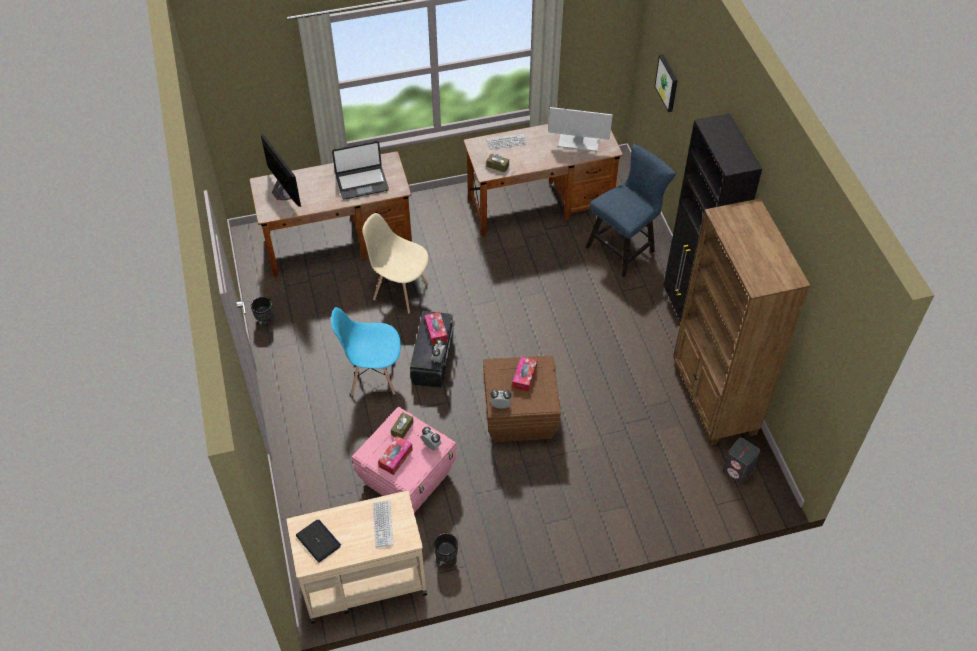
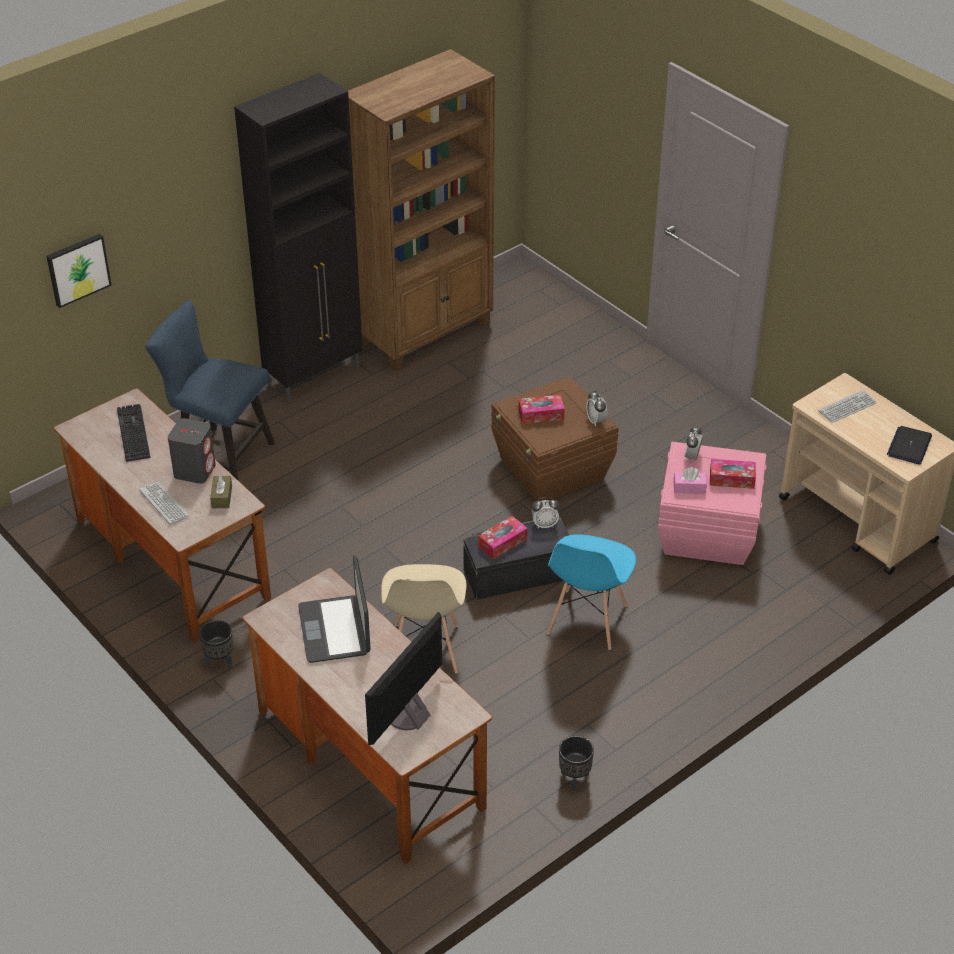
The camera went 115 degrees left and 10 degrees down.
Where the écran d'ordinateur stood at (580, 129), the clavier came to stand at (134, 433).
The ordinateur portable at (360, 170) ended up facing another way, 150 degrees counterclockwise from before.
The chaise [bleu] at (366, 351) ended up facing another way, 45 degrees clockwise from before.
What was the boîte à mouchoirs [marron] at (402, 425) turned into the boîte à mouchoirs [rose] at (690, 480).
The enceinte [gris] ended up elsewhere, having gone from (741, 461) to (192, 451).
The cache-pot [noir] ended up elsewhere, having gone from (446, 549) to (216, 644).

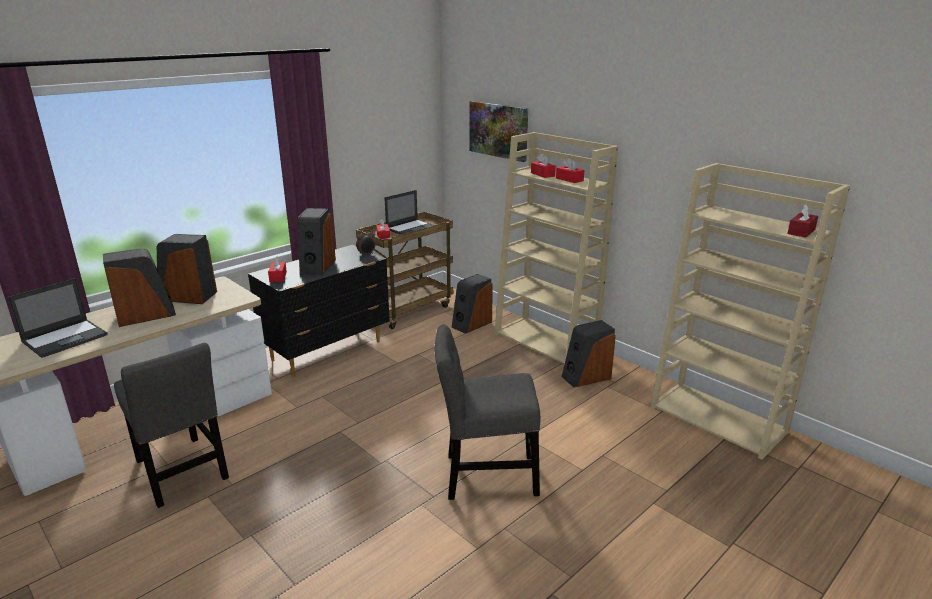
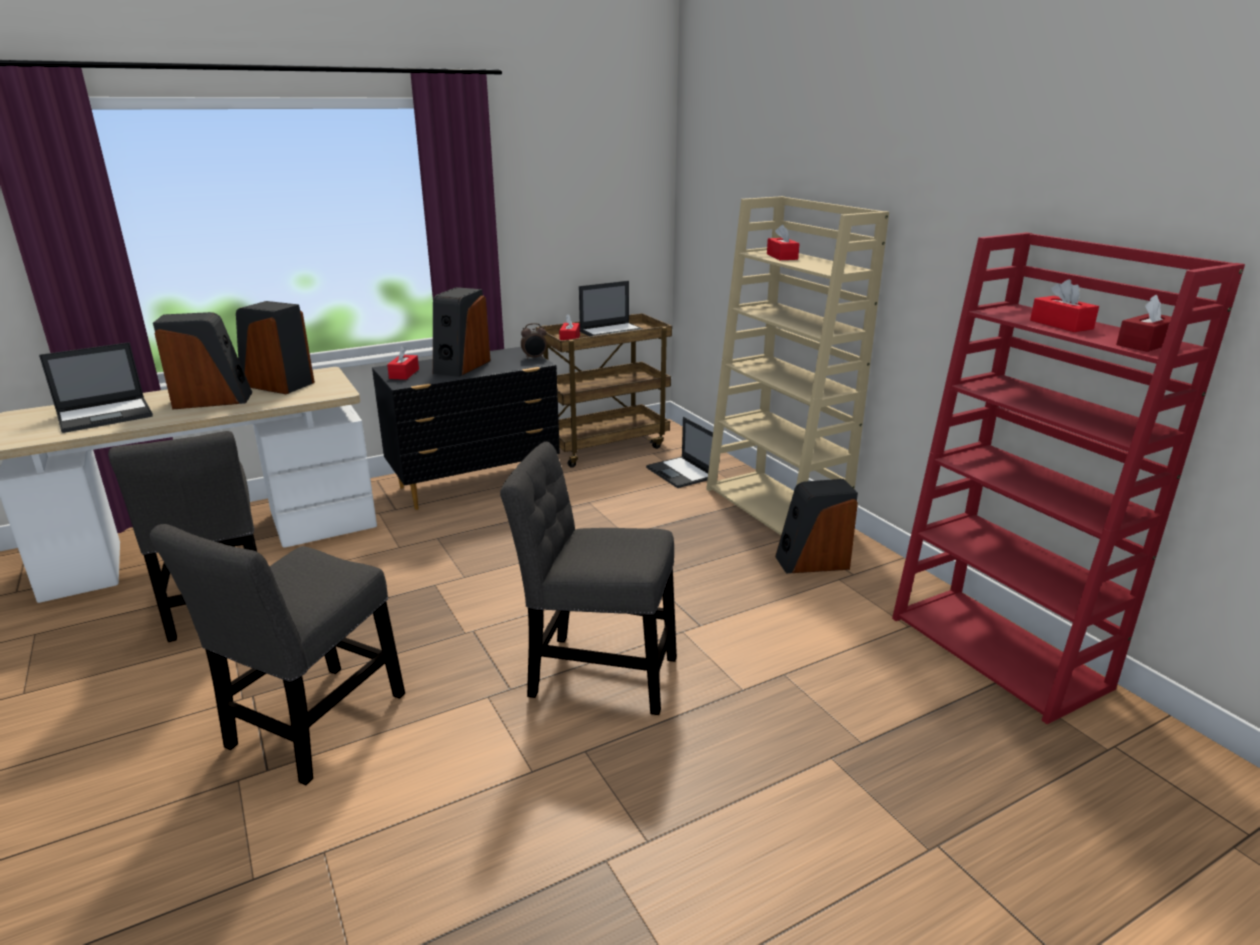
The camera went 15 degrees right and 0 degrees up.
The second view lost the tableau at (498, 131).
The boîte à mouchoirs [rouge] ended up elsewhere, having gone from (570, 170) to (1064, 305).
What was the bibliothèque [beige] at (750, 311) turned into the bibliothèque [rouge] at (1068, 478).
Where the enceinte stood at (472, 304), the ordinateur portable came to stand at (679, 452).
The second view gained the chaise [gris] at (277, 654).

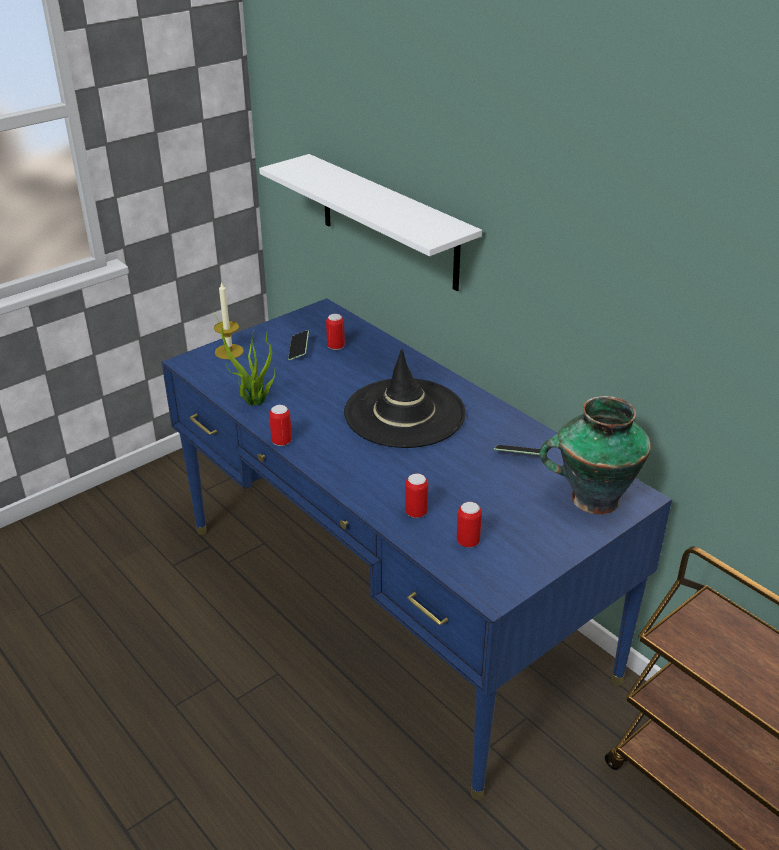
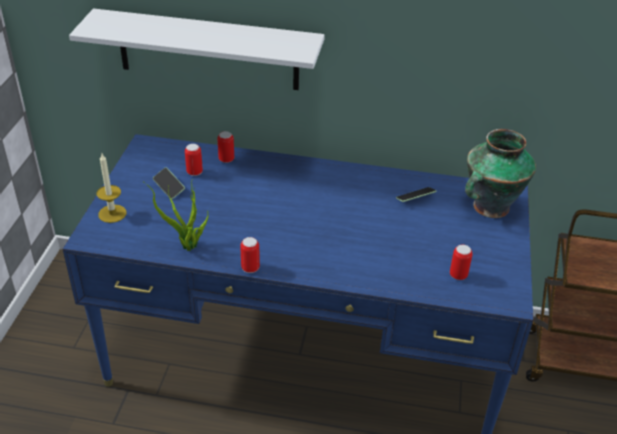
The camera went 40 degrees left and 5 degrees up.
The second view lost the chapeau [noir] at (405, 398).
The boîte métallique ended up elsewhere, having gone from (416, 495) to (225, 147).

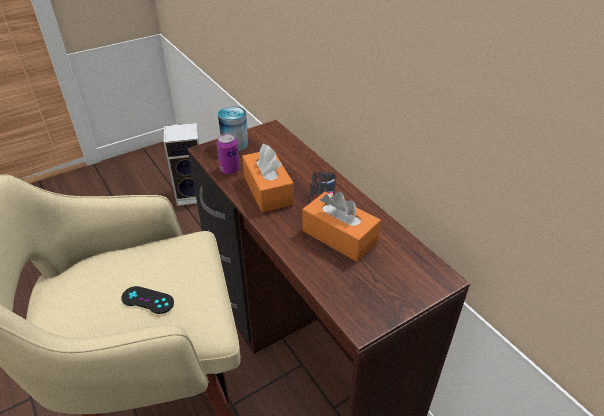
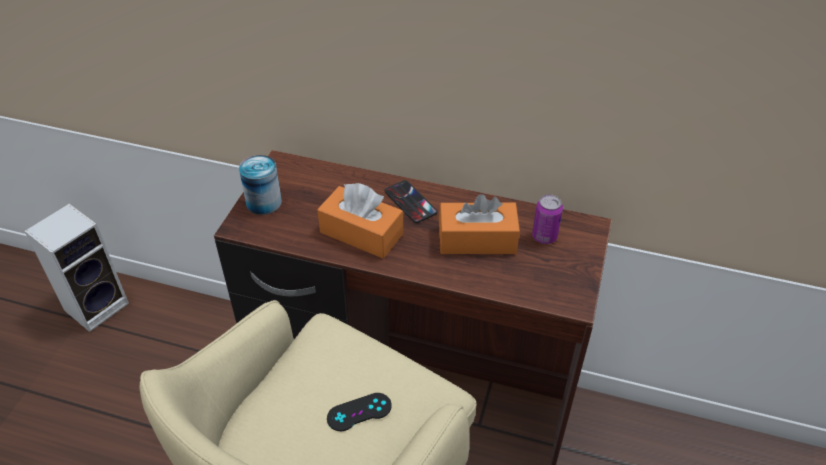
The camera went 40 degrees left and 5 degrees up.
The boîte métallique ended up elsewhere, having gone from (228, 154) to (547, 219).

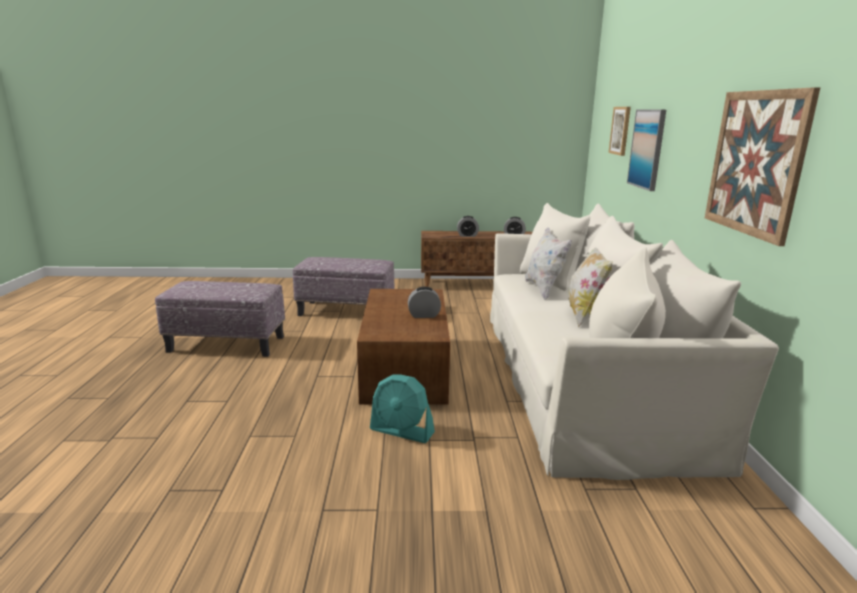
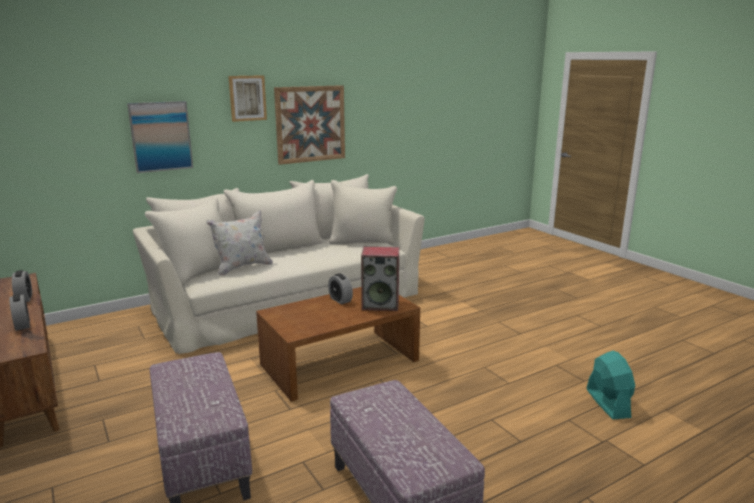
The camera went 120 degrees left and 0 degrees up.
The tableau ended up elsewhere, having gone from (619, 131) to (247, 98).
The second view lost the coussin at (591, 287).
The ventilateur [turquoise] ended up elsewhere, having gone from (402, 409) to (611, 385).
The second view gained the enceinte at (380, 279).

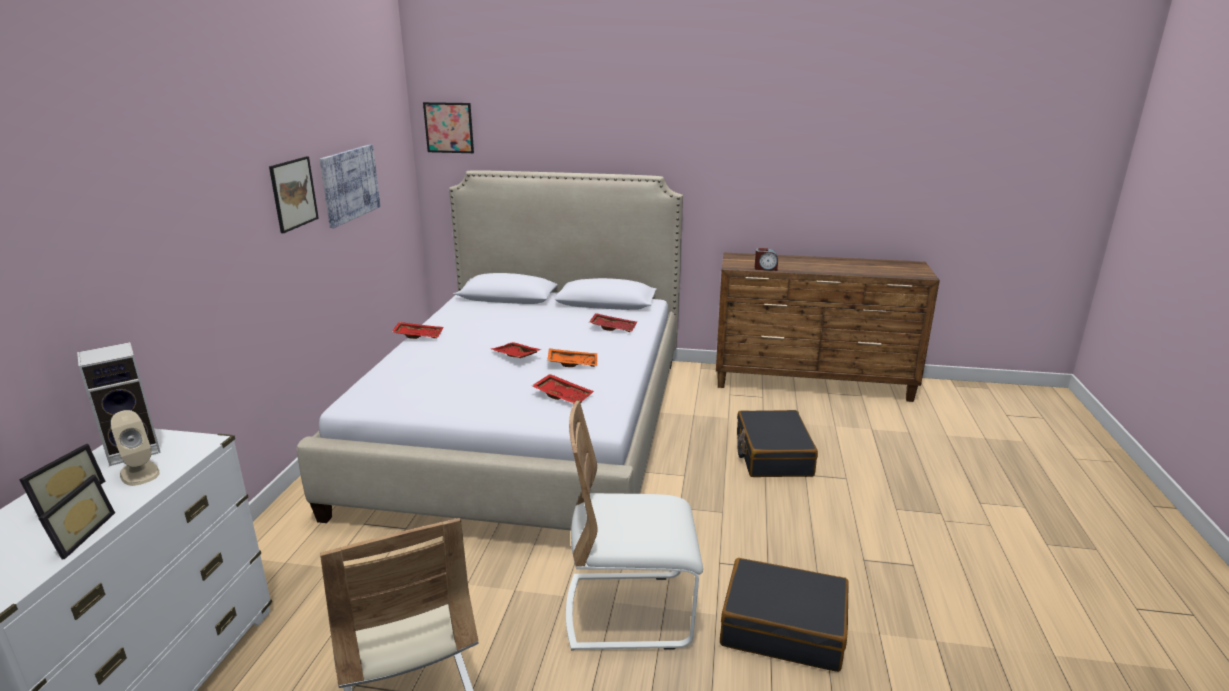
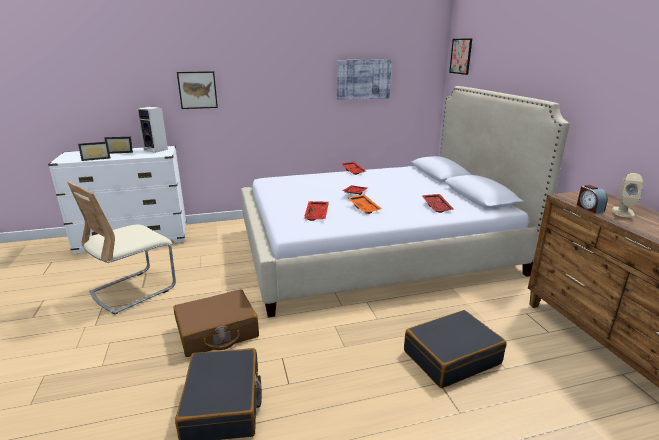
The camera went 65 degrees right and 0 degrees up.
The tableau ended up elsewhere, having gone from (294, 194) to (197, 90).
Where the chaise [blanc] stood at (634, 525), the valise [marron] came to stand at (216, 323).
The enceinte [beige] ended up elsewhere, having gone from (135, 448) to (627, 195).

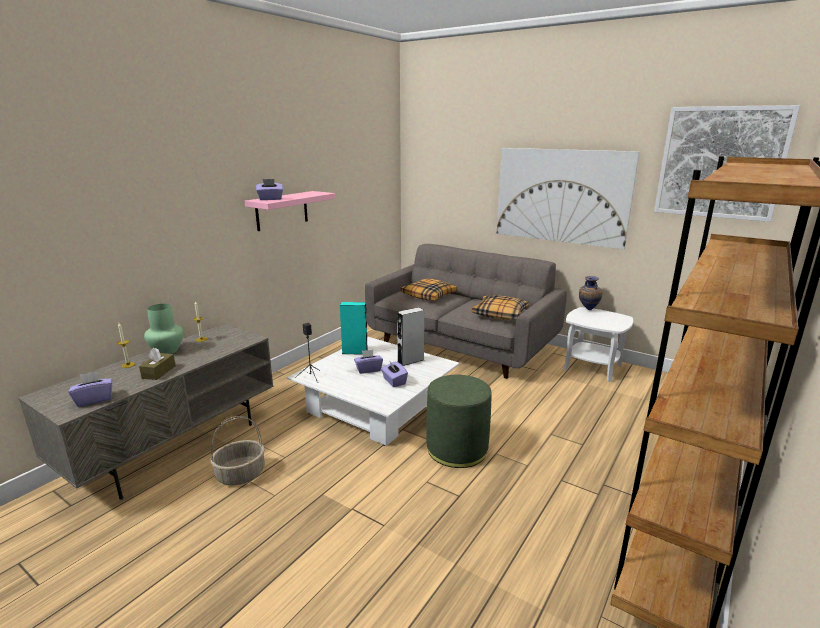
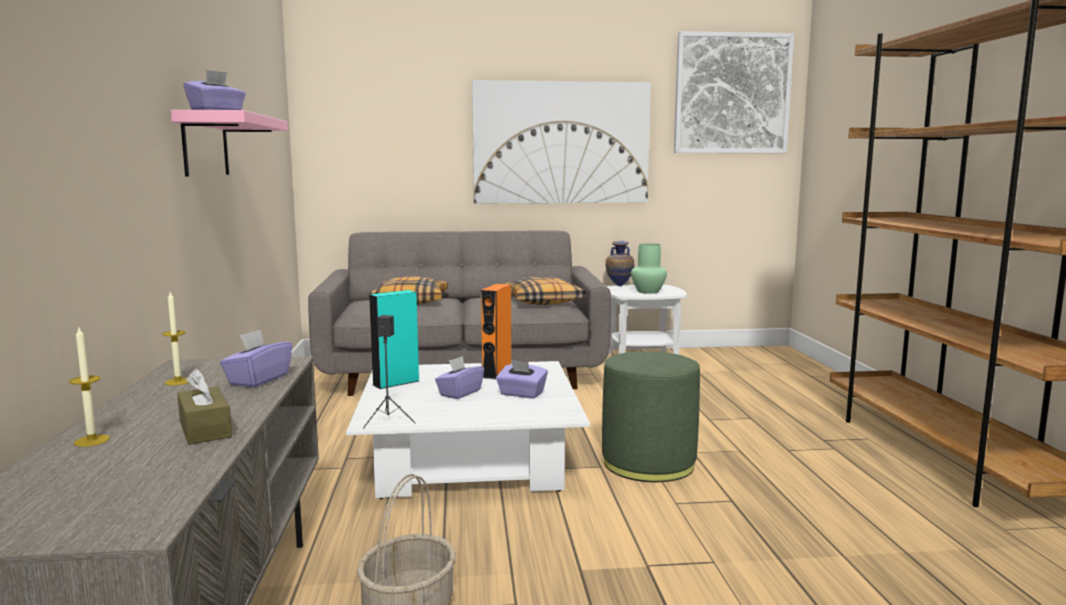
The camera went 40 degrees left and 10 degrees down.
The vase [vert] ended up elsewhere, having gone from (163, 329) to (649, 268).
What was the enceinte [gris] at (410, 336) turned into the enceinte [orange] at (496, 331).
The boîte à mouchoirs [violet] ended up elsewhere, having gone from (90, 389) to (256, 358).

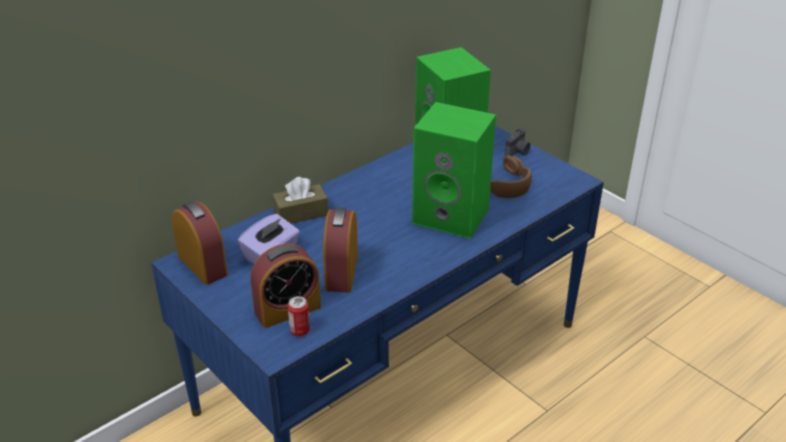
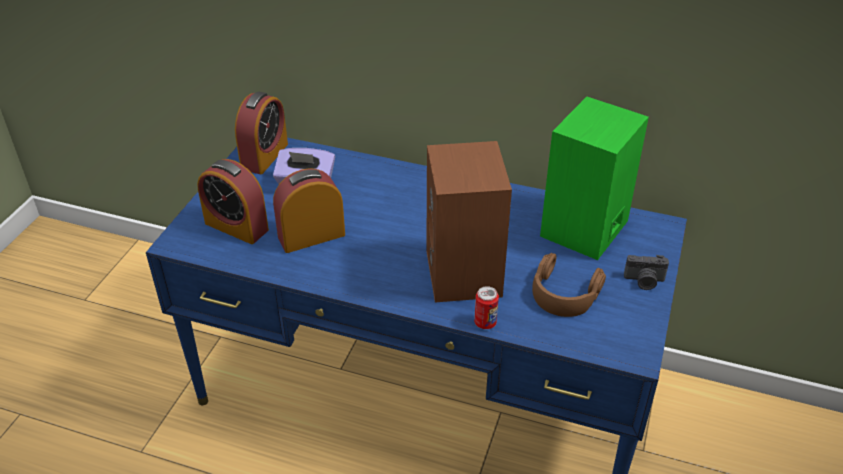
The camera went 60 degrees right and 5 degrees up.
What was the enceinte [vert] at (454, 170) turned into the enceinte [marron] at (469, 221).
The second view lost the boîte à mouchoirs [marron] at (300, 200).
The boîte métallique ended up elsewhere, having gone from (299, 316) to (486, 307).

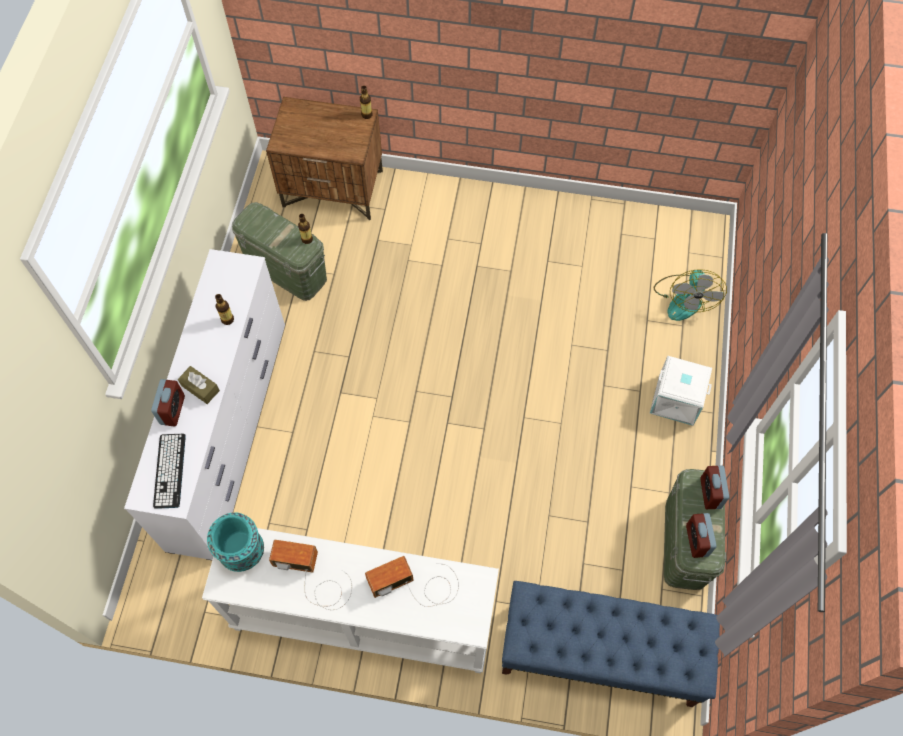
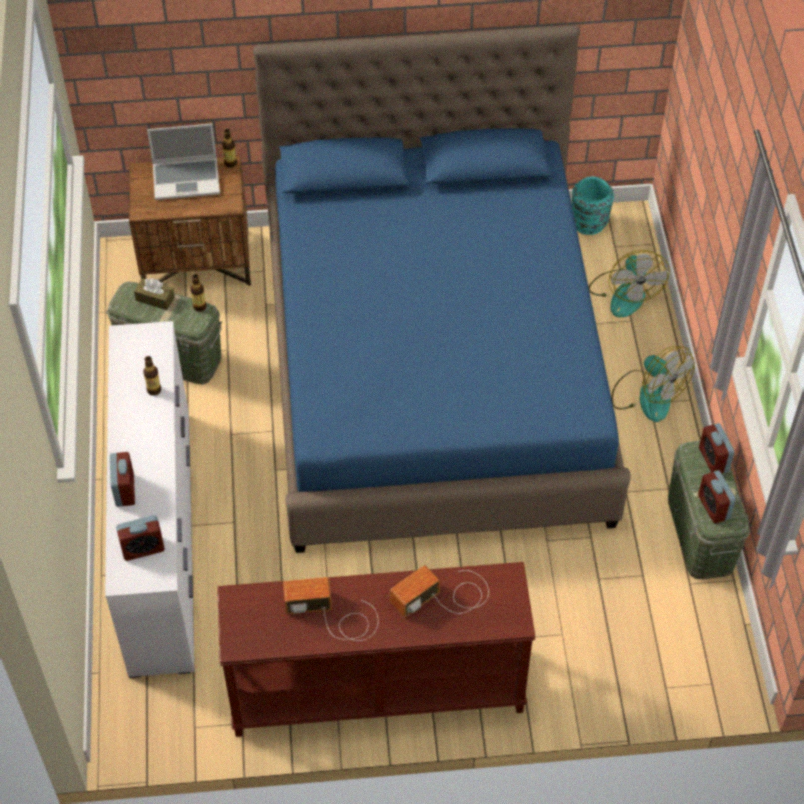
The camera went 15 degrees left and 10 degrees down.
Where the boîte de rangement [blanc] stood at (681, 391), the ventilateur came to stand at (653, 384).
The boîte à mouchoirs [marron] ended up elsewhere, having gone from (199, 385) to (154, 294).
Where the clavier stood at (169, 471), the réveil came to stand at (140, 538).
The vase [turquoise] ended up elsewhere, having gone from (235, 542) to (593, 206).
What was the table console [blanc] at (350, 600) turned into the table console [marron] at (376, 649).
The second view lost the banc [bleu] at (611, 644).
The second view gained the lit [bleu] at (442, 289).
The second view gained the ordinateur portable at (183, 161).

